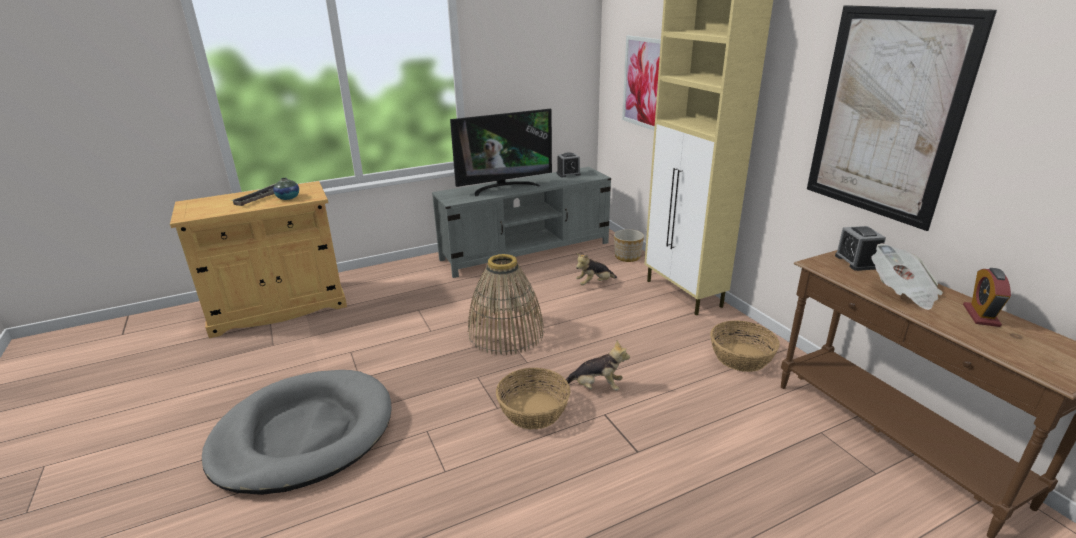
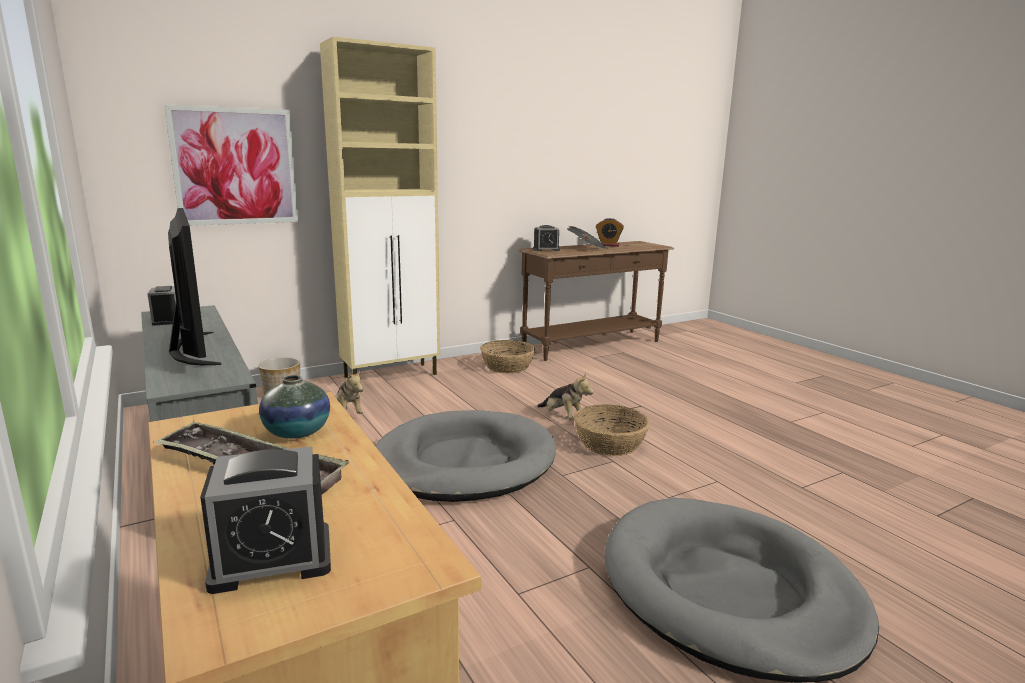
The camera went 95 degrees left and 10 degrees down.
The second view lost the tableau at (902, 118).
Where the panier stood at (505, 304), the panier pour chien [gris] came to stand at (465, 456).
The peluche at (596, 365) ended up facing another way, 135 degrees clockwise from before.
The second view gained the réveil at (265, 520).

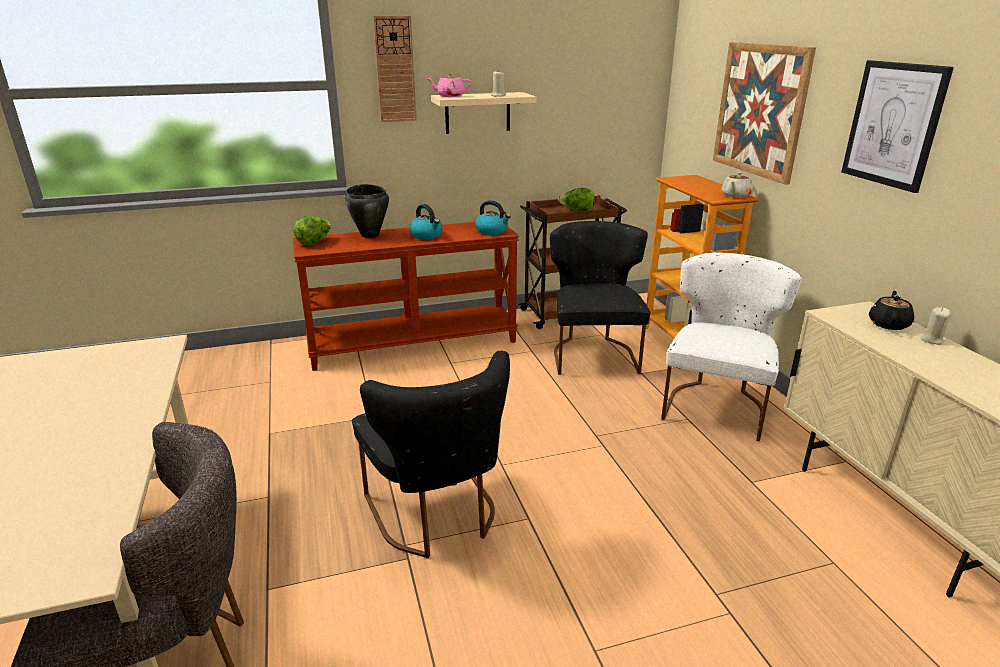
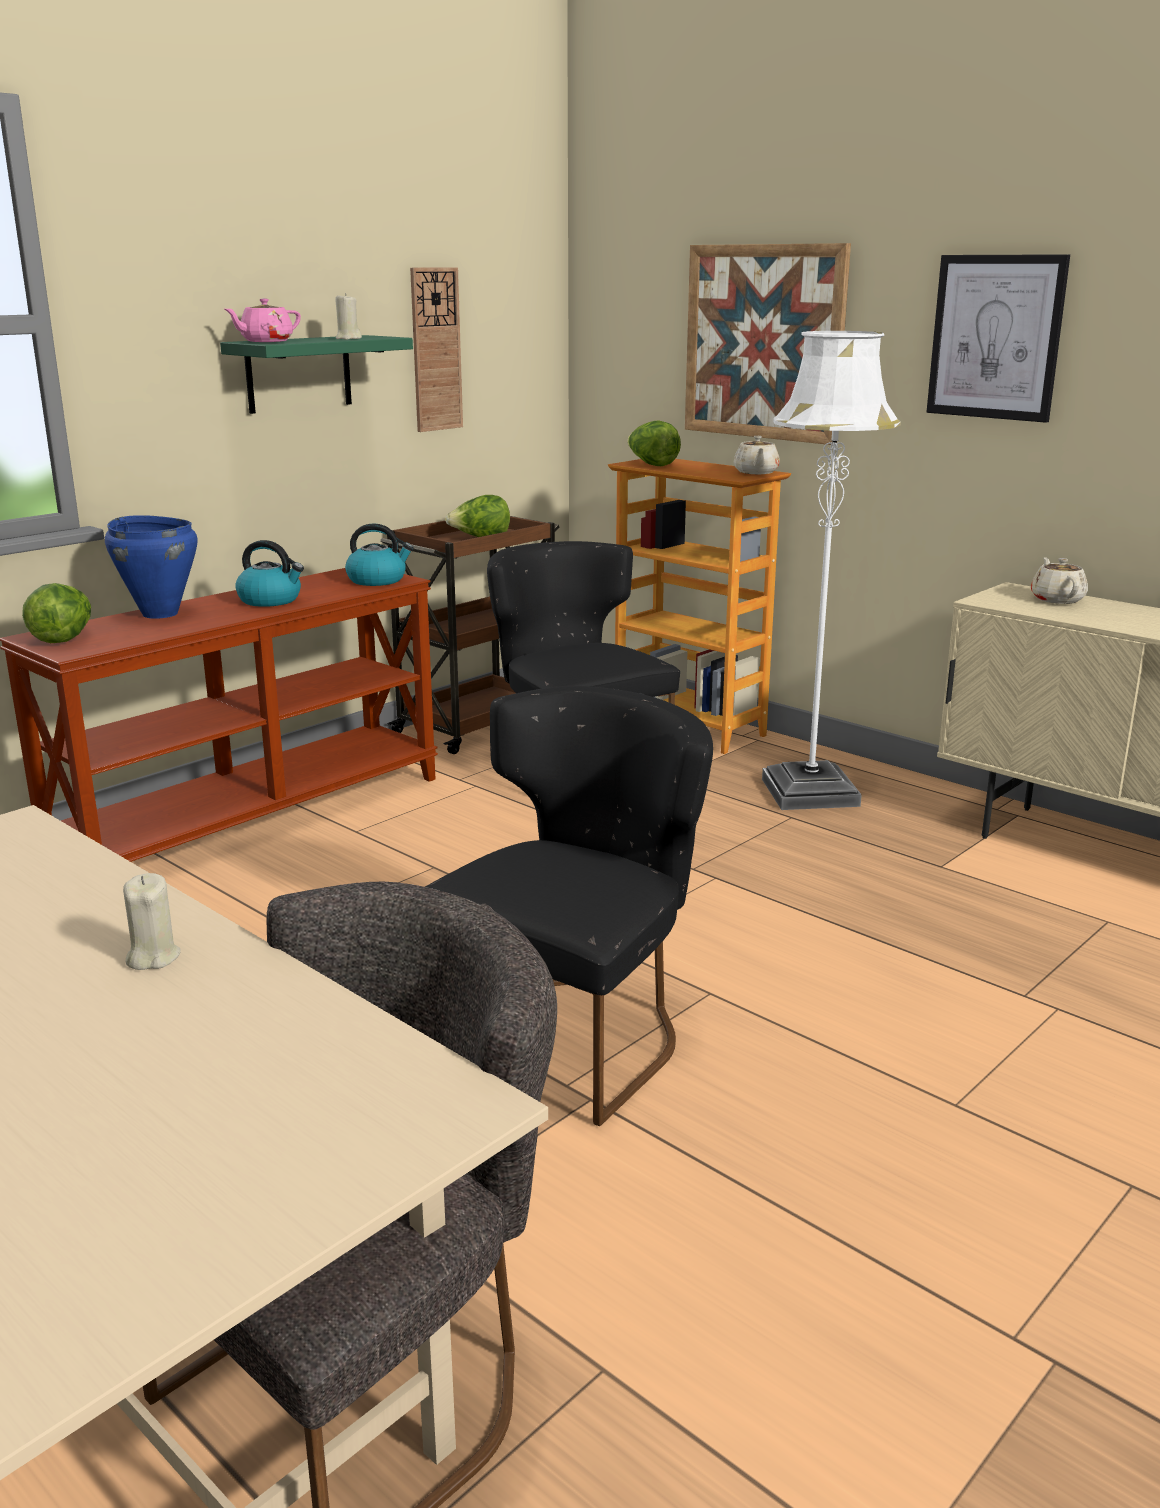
The camera went 30 degrees left and 5 degrees down.
The horloge murale ended up elsewhere, having gone from (395, 69) to (436, 349).
What was the étagère [beige] at (483, 113) turned into the étagère [vert] at (316, 374).
What was the marmite [noir] at (367, 211) turned into the marmite [bleu] at (151, 567).
Where the chaise [blanc] stood at (731, 347), the lampadaire [blanc] came to stand at (831, 570).
What was the théière [noir] at (891, 310) turned into the théière [beige] at (1059, 580).
The bougie [beige] ended up elsewhere, having gone from (936, 326) to (152, 921).
The chaise [noir] at (431, 454) ended up facing another way, 90 degrees counterclockwise from before.
The second view gained the laitue at (654, 443).

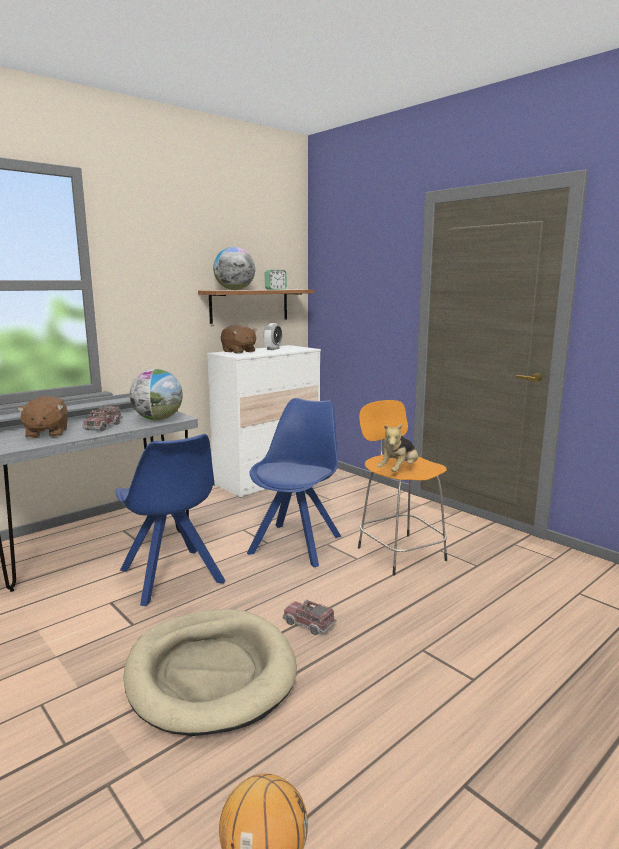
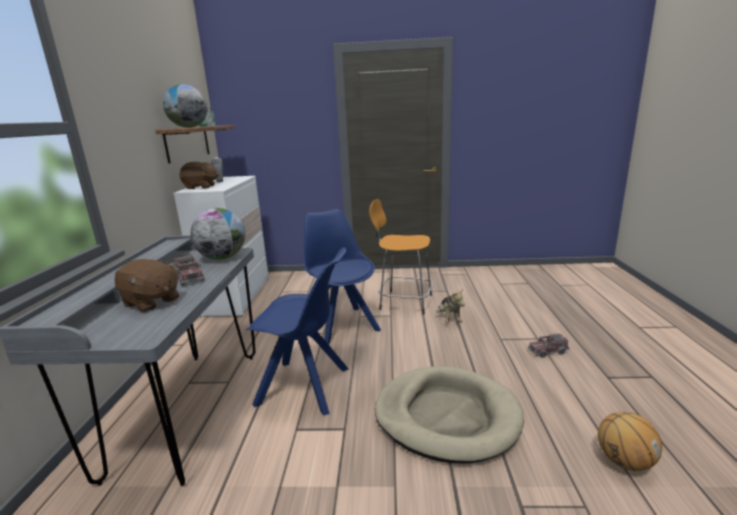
The camera went 45 degrees left and 5 degrees up.
The peluche ended up elsewhere, having gone from (397, 448) to (450, 306).
The camion jouet ended up elsewhere, having gone from (310, 617) to (549, 345).

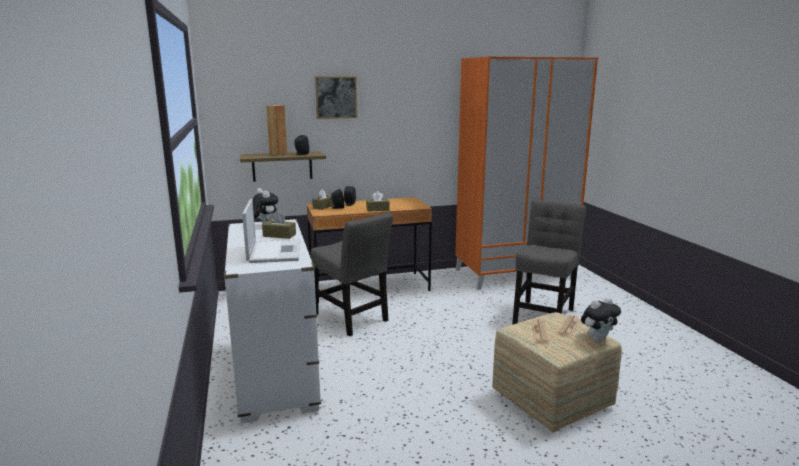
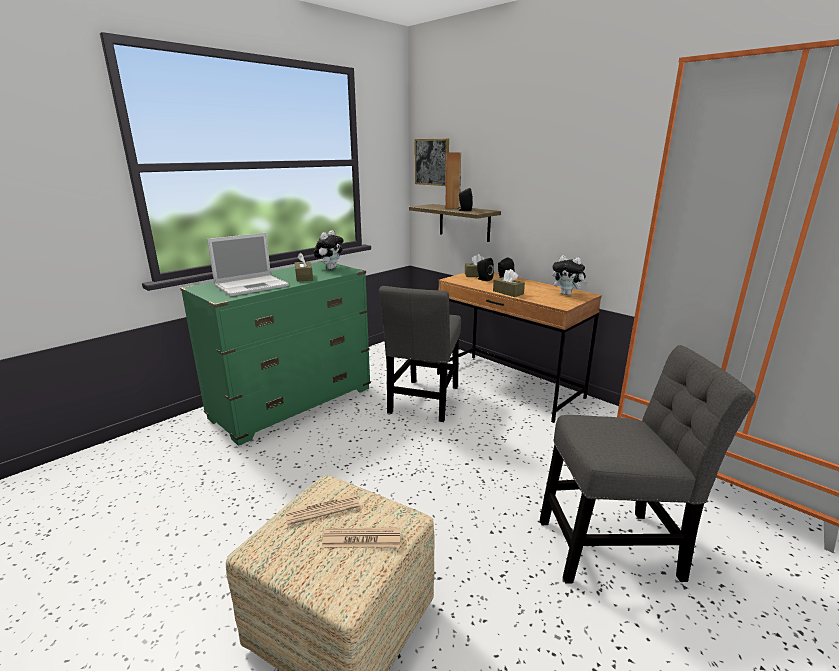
The camera went 60 degrees right and 5 degrees up.
The tableau ended up elsewhere, having gone from (336, 97) to (432, 162).
What was the commode [blanc] at (272, 321) turned into the commode [vert] at (275, 353).
The peluche ended up elsewhere, having gone from (601, 319) to (570, 275).

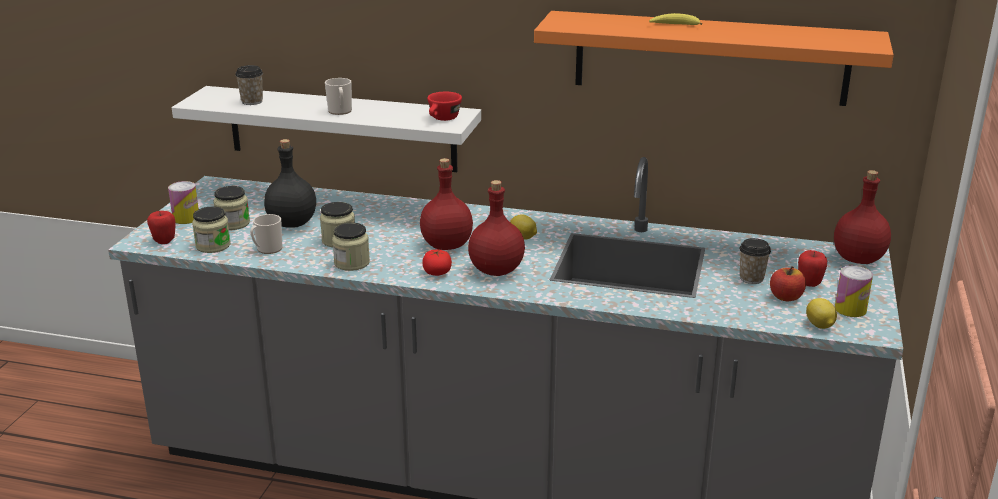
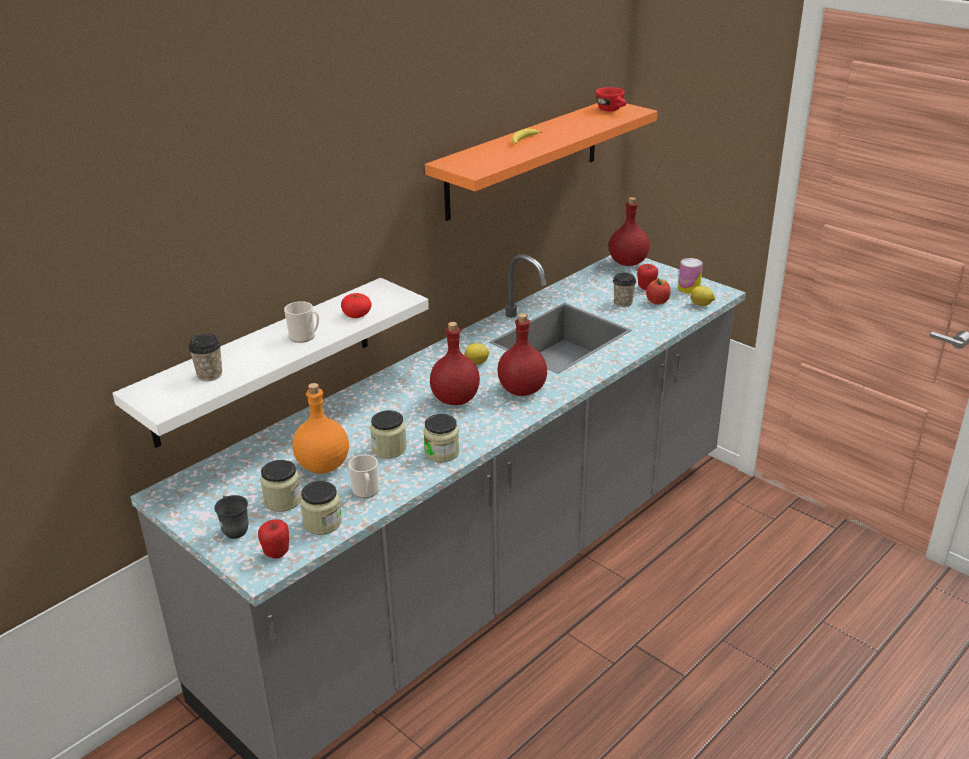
The camera went 60 degrees left and 5 degrees up.
The tasse [rouge] ended up elsewhere, having gone from (444, 106) to (611, 99).
What was the bouteille [noir] at (290, 183) turned into the bouteille [orange] at (320, 428).
Where the boîte métallique stood at (183, 202), the mug [gris] came to stand at (231, 517).
The tomate ended up elsewhere, having gone from (437, 263) to (356, 305).

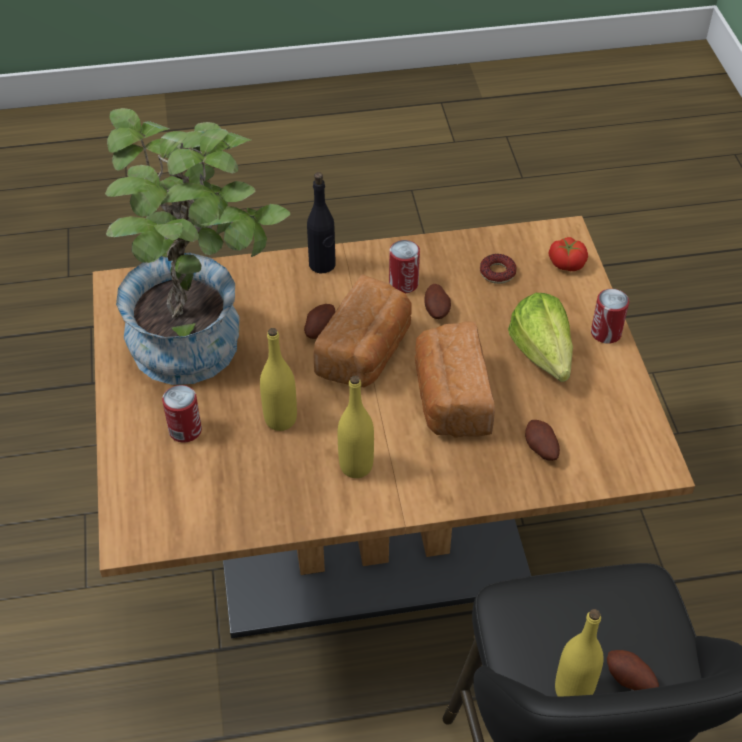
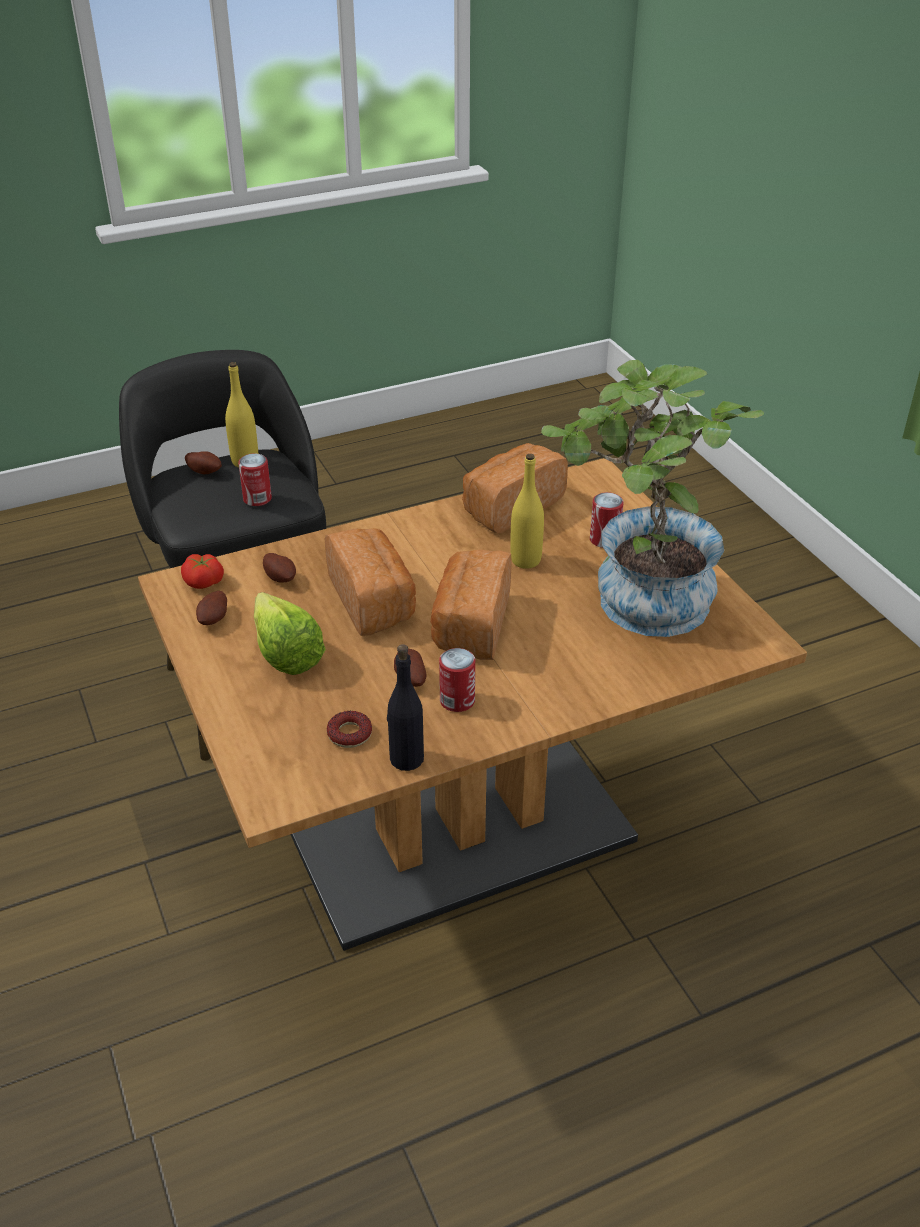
The camera went 165 degrees right and 10 degrees down.
The bouteille [noir] ended up elsewhere, having gone from (321, 222) to (405, 707).
The tomate ended up elsewhere, having gone from (568, 254) to (202, 571).
The boîte métallique ended up elsewhere, having gone from (610, 316) to (255, 479).
The pomme de terre ended up elsewhere, having gone from (319, 321) to (211, 608).
The second view lost the bouteille [jaune] at (356, 426).
The second view gained the pain at (515, 488).

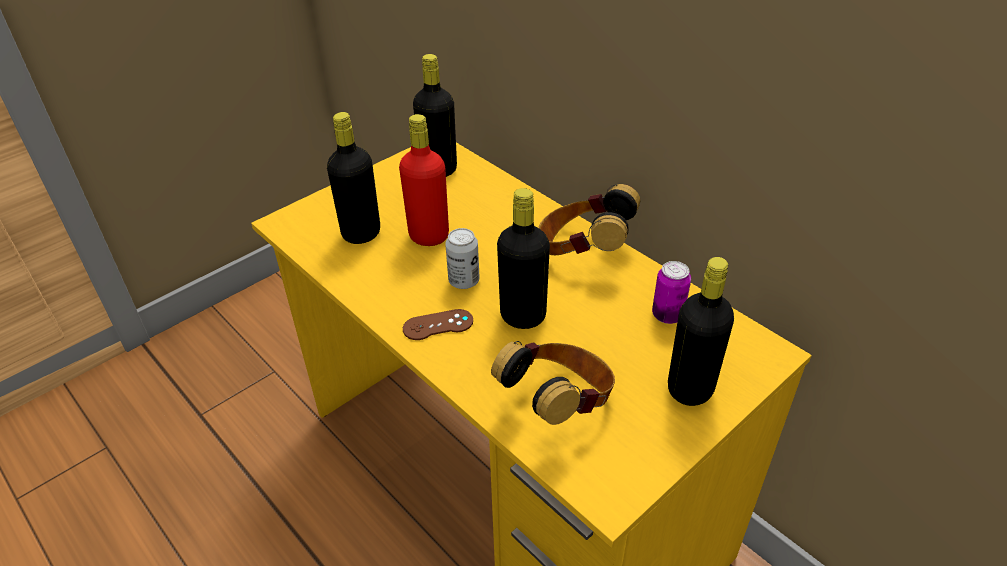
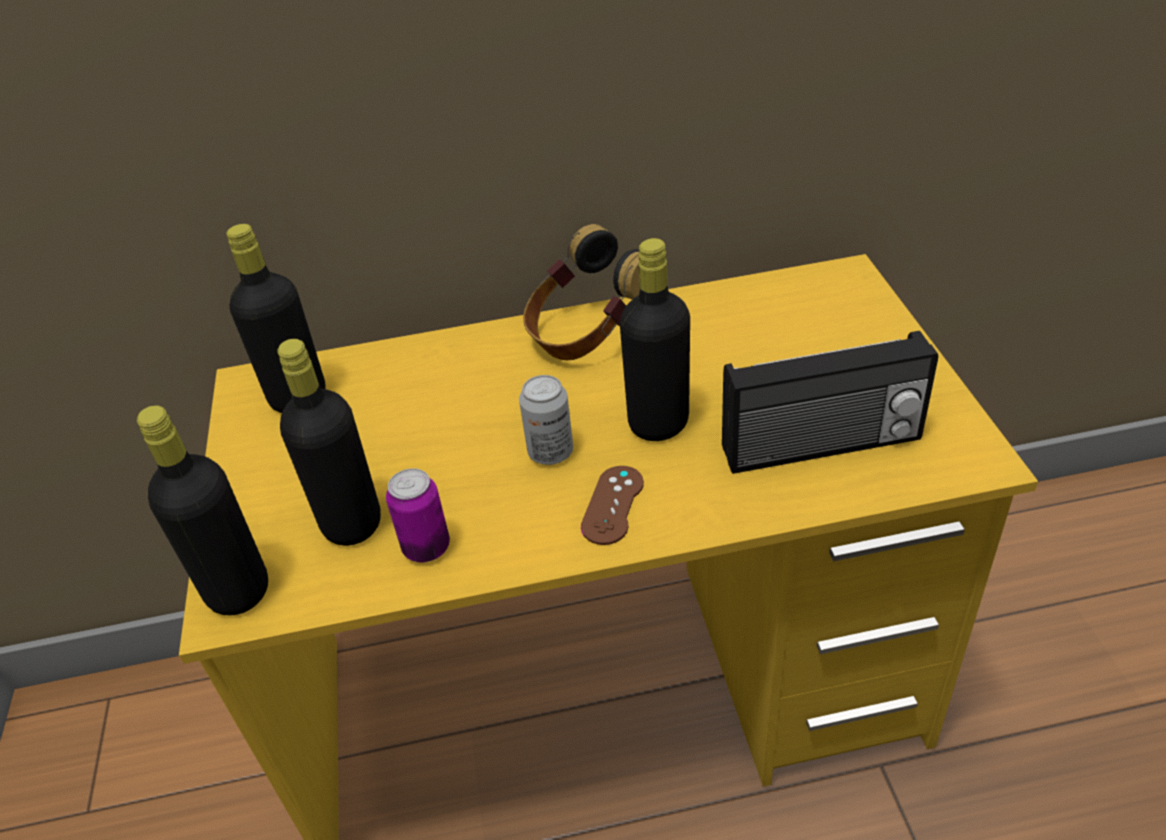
The camera went 55 degrees left and 0 degrees up.
The second view lost the bouteille [rouge] at (424, 180).
The bouteille [noir] ended up elsewhere, having gone from (701, 331) to (202, 510).
The boîte métallique ended up elsewhere, having gone from (671, 292) to (418, 515).
Where the casque audio stood at (553, 383), the radio came to stand at (830, 402).

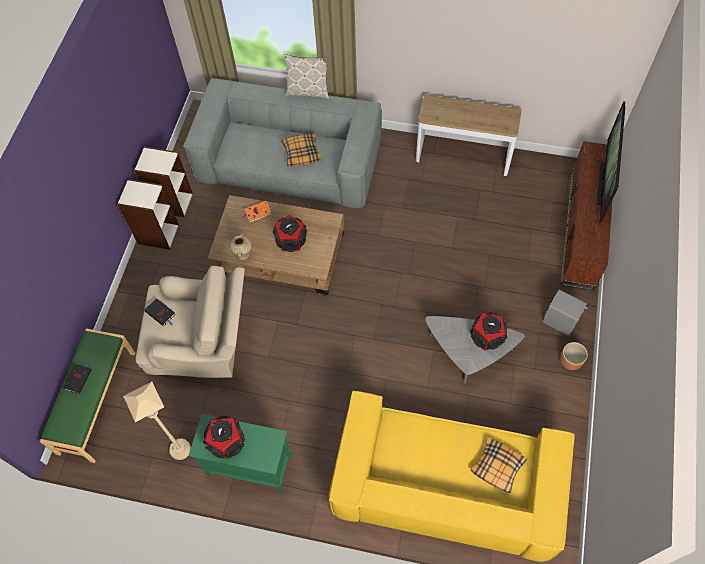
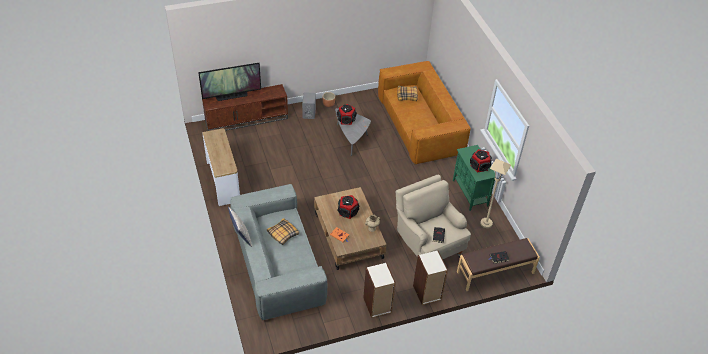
The camera went 125 degrees left and 15 degrees down.
The bibliothèque ended up elsewhere, having gone from (163, 182) to (430, 277).
What was the banc [vert] at (87, 395) turned into the banc [marron] at (498, 264).
What was the canapé [jaune] at (451, 476) turned into the canapé [marron] at (424, 112).

